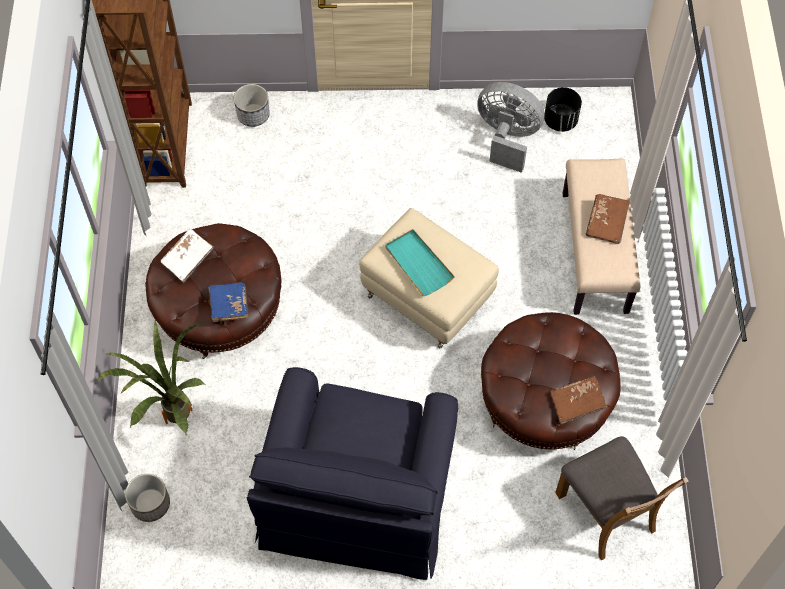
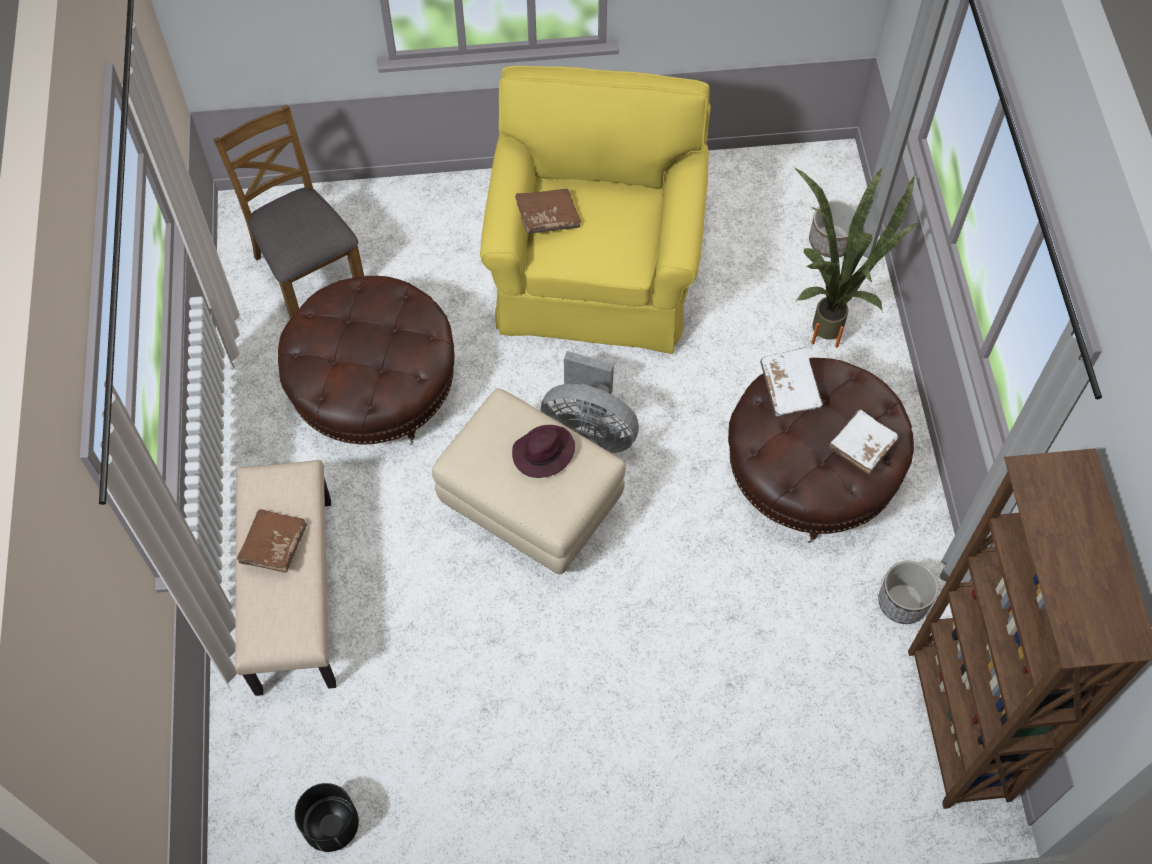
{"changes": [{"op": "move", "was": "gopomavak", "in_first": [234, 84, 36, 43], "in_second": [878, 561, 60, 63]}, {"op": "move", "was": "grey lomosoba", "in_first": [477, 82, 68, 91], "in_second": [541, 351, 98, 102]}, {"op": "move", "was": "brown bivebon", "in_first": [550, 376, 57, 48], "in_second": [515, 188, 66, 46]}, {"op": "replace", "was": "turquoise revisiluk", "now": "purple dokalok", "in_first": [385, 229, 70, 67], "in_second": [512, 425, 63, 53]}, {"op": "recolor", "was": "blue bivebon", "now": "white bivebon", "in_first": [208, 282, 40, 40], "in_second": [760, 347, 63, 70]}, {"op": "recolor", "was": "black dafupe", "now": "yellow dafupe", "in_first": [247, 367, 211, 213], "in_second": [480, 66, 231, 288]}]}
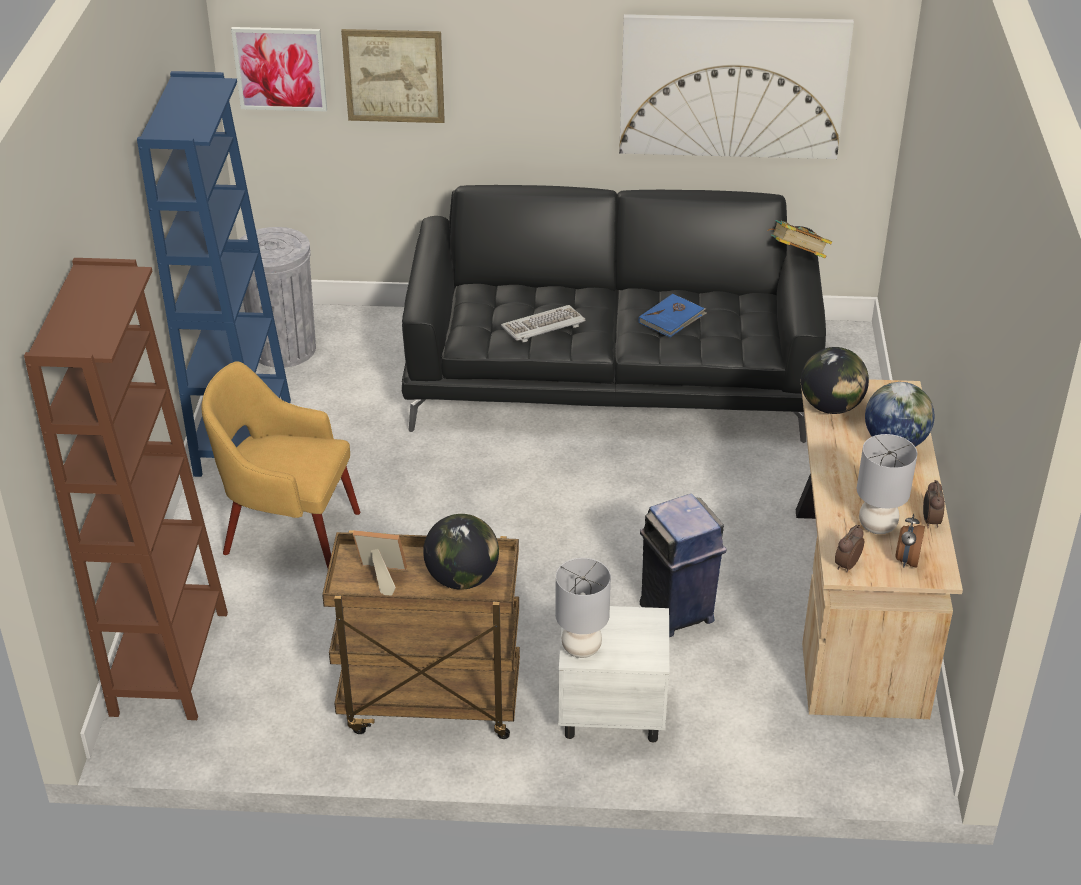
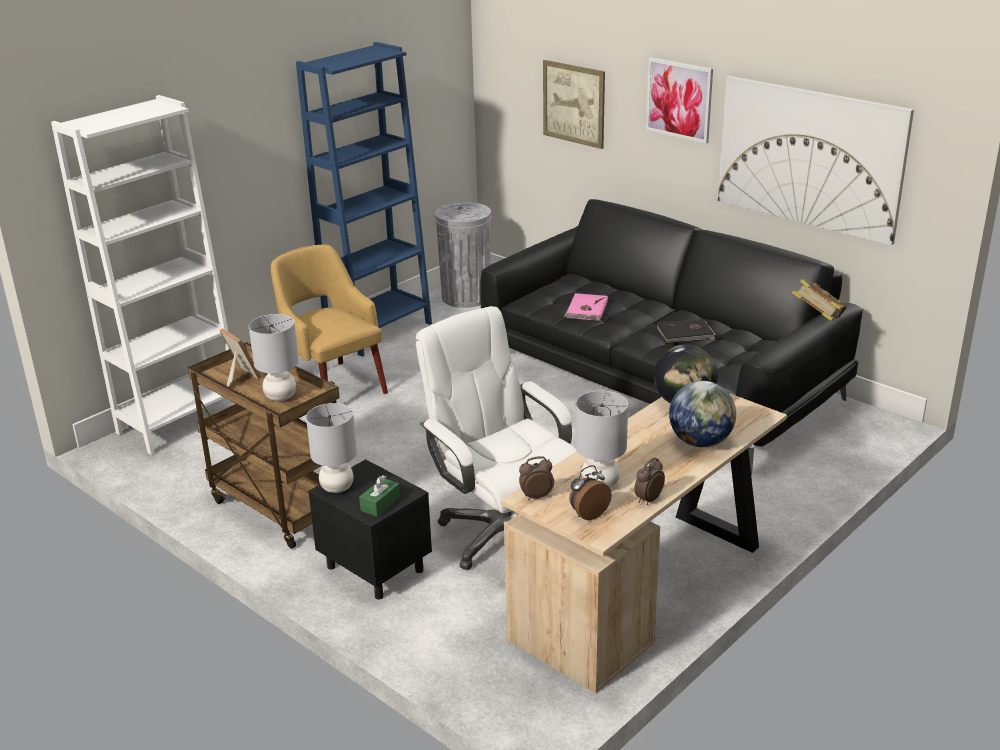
{"changes": [{"op": "insert", "now": "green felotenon", "in_second": [359, 475, 41, 42]}, {"op": "move", "was": "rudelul", "in_first": [231, 27, 96, 84], "in_second": [646, 58, 67, 86]}, {"op": "replace", "was": "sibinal", "now": "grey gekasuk", "in_first": [423, 514, 76, 76], "in_second": [249, 314, 50, 87]}, {"op": "replace", "was": "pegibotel", "now": "pink bivebon", "in_first": [501, 305, 84, 38], "in_second": [564, 293, 44, 28]}, {"op": "replace", "was": "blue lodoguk", "now": "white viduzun", "in_first": [640, 494, 87, 143], "in_second": [416, 306, 161, 264]}, {"op": "recolor", "was": "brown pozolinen", "now": "white pozolinen", "in_first": [24, 258, 204, 462], "in_second": [51, 95, 185, 360]}, {"op": "recolor", "was": "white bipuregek", "now": "black bipuregek", "in_first": [558, 606, 111, 136], "in_second": [308, 459, 124, 141]}, {"op": "recolor", "was": "blue bivebon", "now": "black bivebon", "in_first": [638, 294, 69, 43], "in_second": [657, 319, 59, 25]}]}
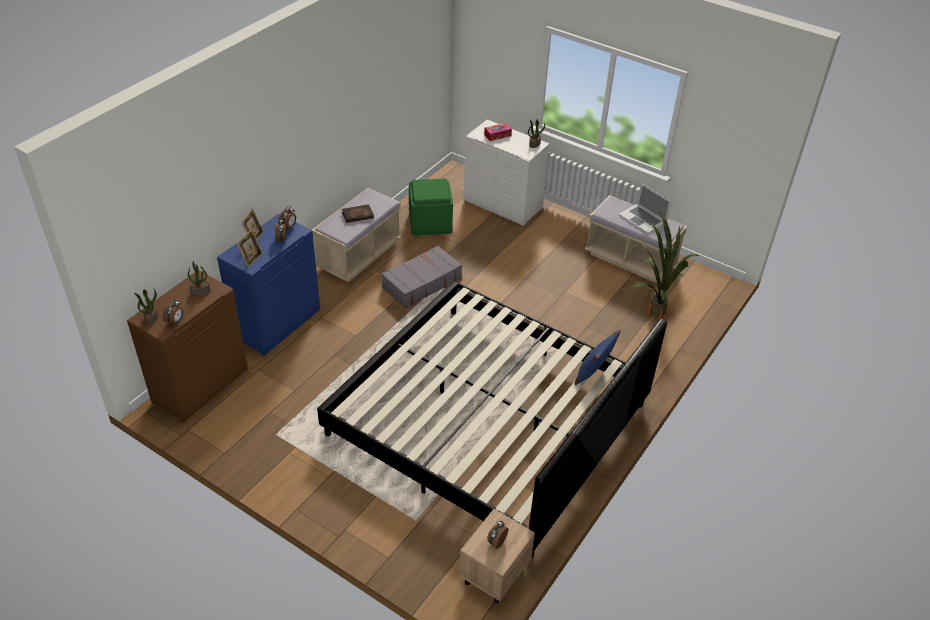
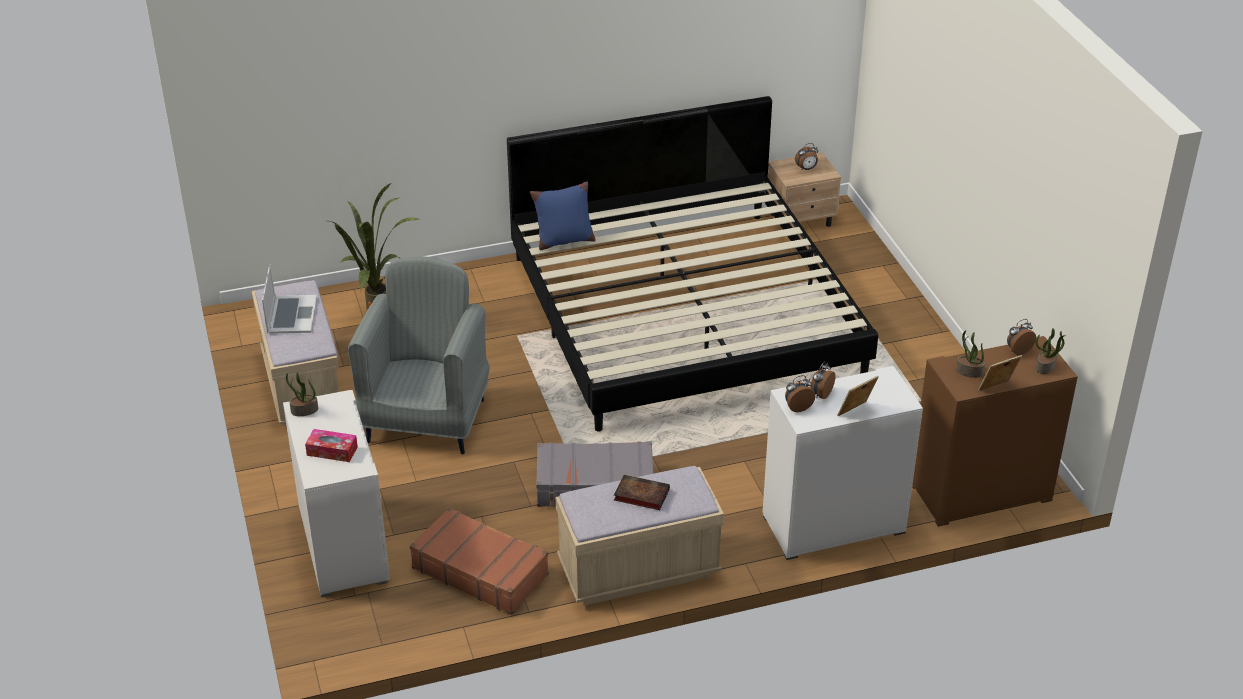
{"changes": [{"op": "insert", "now": "grey dafupe", "in_second": [348, 257, 142, 197]}, {"op": "move", "was": "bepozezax", "in_first": [237, 229, 26, 39], "in_second": [978, 355, 44, 36]}, {"op": "replace", "was": "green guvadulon", "now": "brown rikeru", "in_first": [409, 179, 44, 56], "in_second": [410, 507, 139, 108]}, {"op": "recolor", "was": "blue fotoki", "now": "white fotoki", "in_first": [217, 214, 103, 142], "in_second": [763, 366, 160, 194]}]}
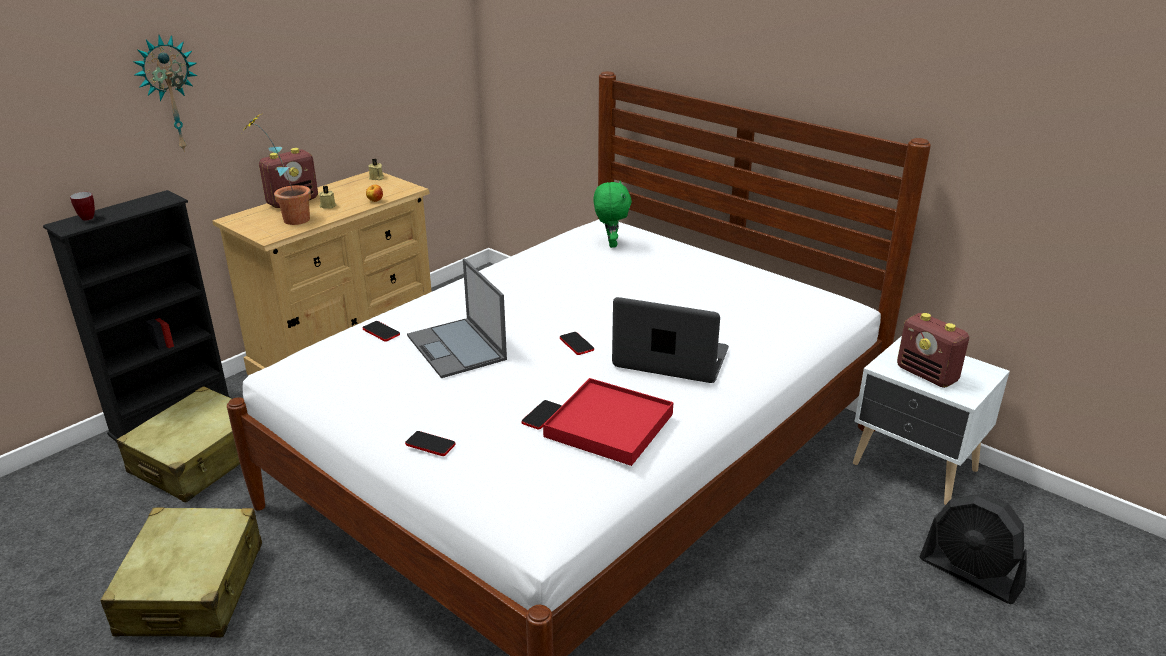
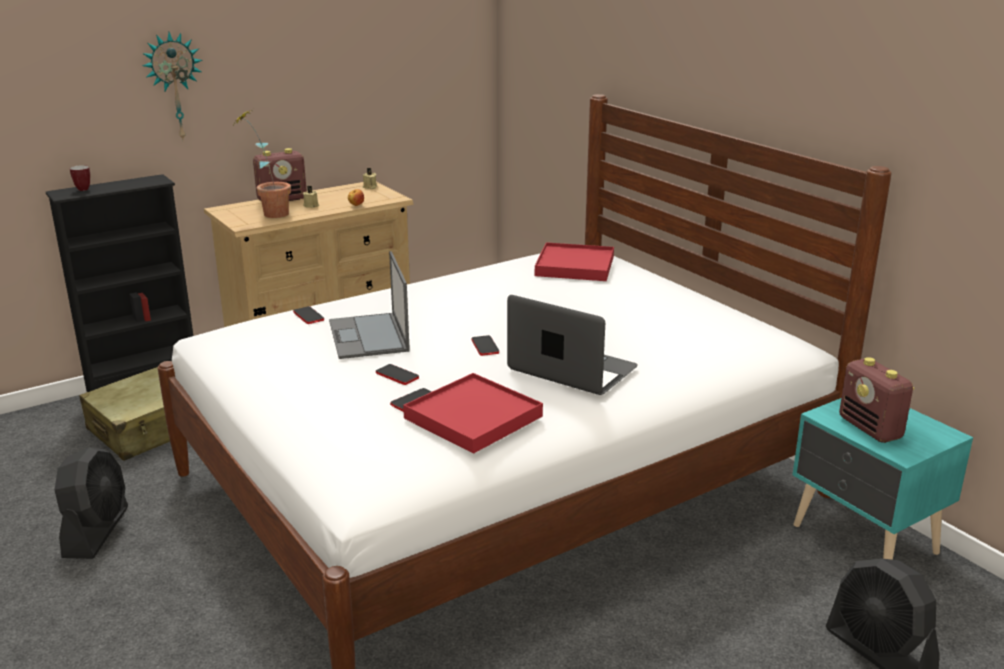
{"changes": [{"op": "move", "was": "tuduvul", "in_first": [405, 431, 51, 25], "in_second": [376, 364, 43, 21]}, {"op": "replace", "was": "beige rikeru", "now": "black lomosoba", "in_first": [101, 507, 161, 131], "in_second": [55, 447, 73, 112]}, {"op": "replace", "was": "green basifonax", "now": "red revisiluk", "in_first": [593, 181, 39, 67], "in_second": [535, 242, 79, 39]}, {"op": "recolor", "was": "white bipuregek", "now": "turquoise bipuregek", "in_first": [853, 336, 157, 169], "in_second": [793, 398, 180, 162]}]}
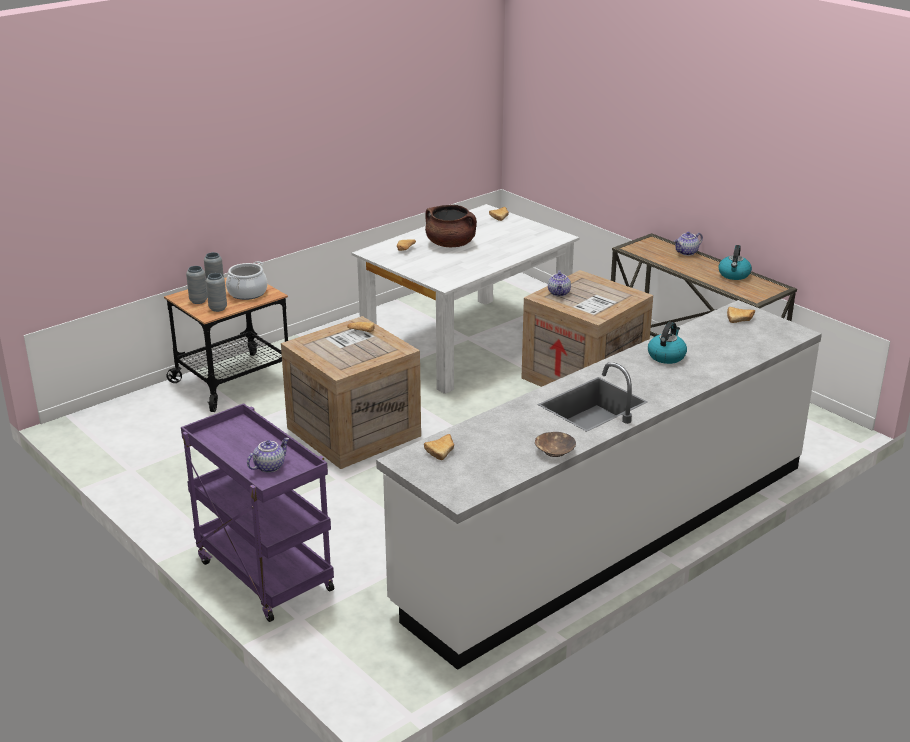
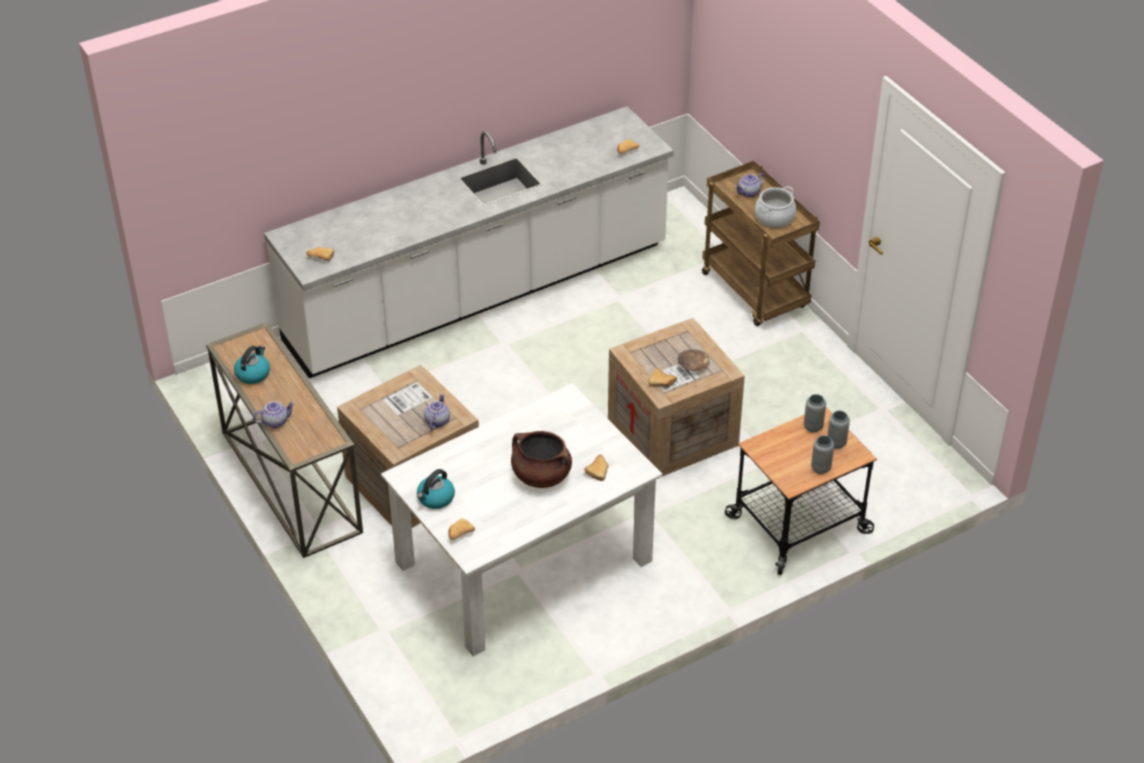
{"changes": [{"op": "move", "was": "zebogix", "in_first": [226, 261, 41, 39], "in_second": [755, 186, 41, 42]}, {"op": "move", "was": "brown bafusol", "in_first": [535, 432, 41, 25], "in_second": [678, 350, 32, 21]}, {"op": "move", "was": "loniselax", "in_first": [648, 322, 39, 42], "in_second": [417, 469, 38, 40]}, {"op": "recolor", "was": "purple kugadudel", "now": "brown kugadudel", "in_first": [181, 403, 153, 219], "in_second": [702, 161, 118, 165]}]}
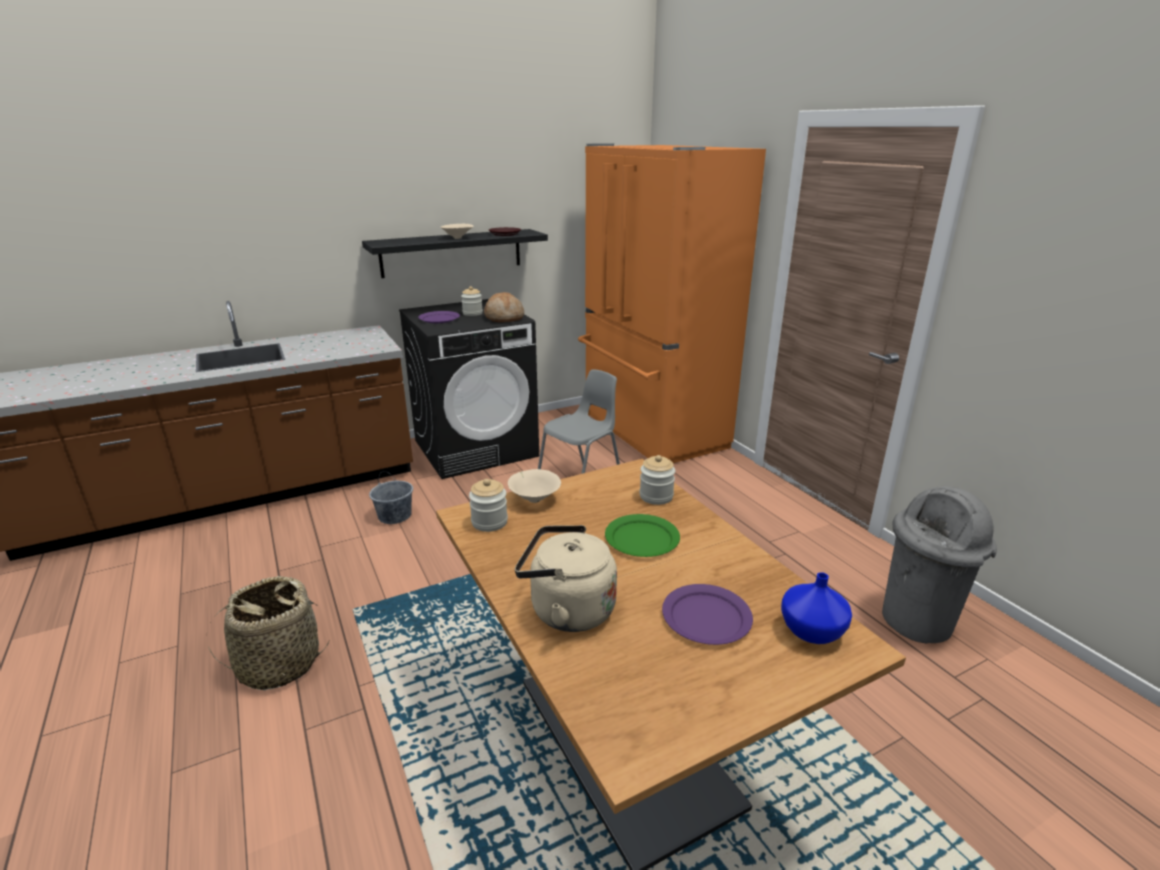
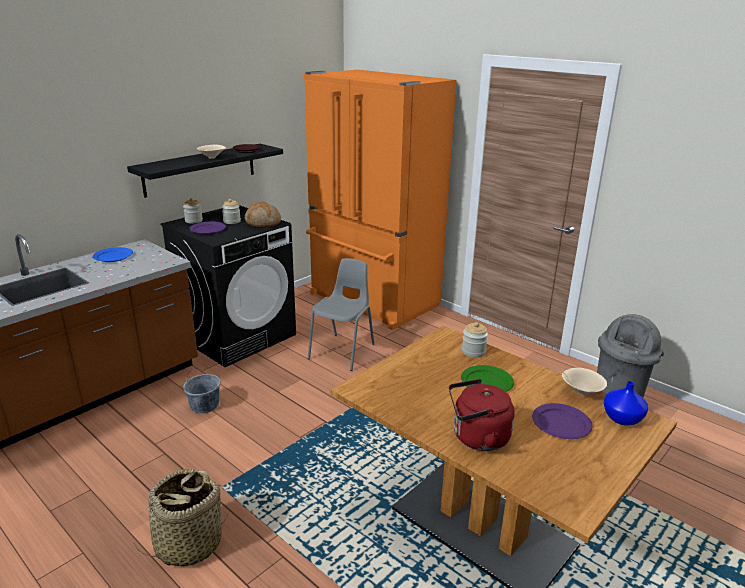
{"changes": [{"op": "insert", "now": "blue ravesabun", "in_second": [93, 247, 40, 15]}, {"op": "move", "was": "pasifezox", "in_first": [469, 479, 39, 53], "in_second": [183, 198, 20, 25]}, {"op": "move", "was": "beige bafusol", "in_first": [508, 469, 53, 34], "in_second": [562, 368, 45, 27]}, {"op": "recolor", "was": "beige loniselax", "now": "red loniselax", "in_first": [515, 525, 102, 107], "in_second": [449, 379, 66, 72]}]}
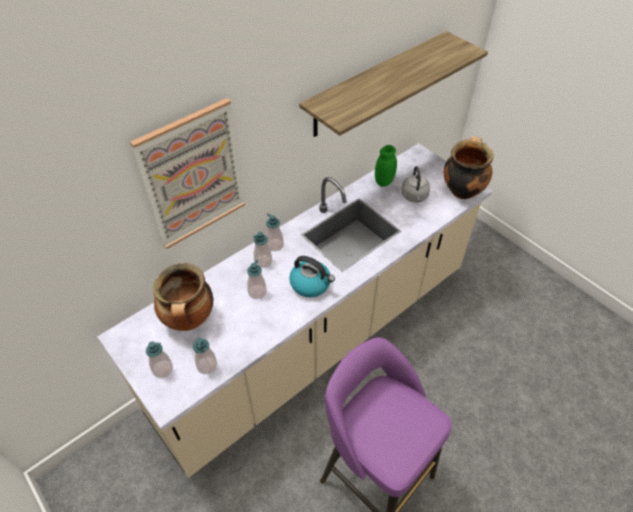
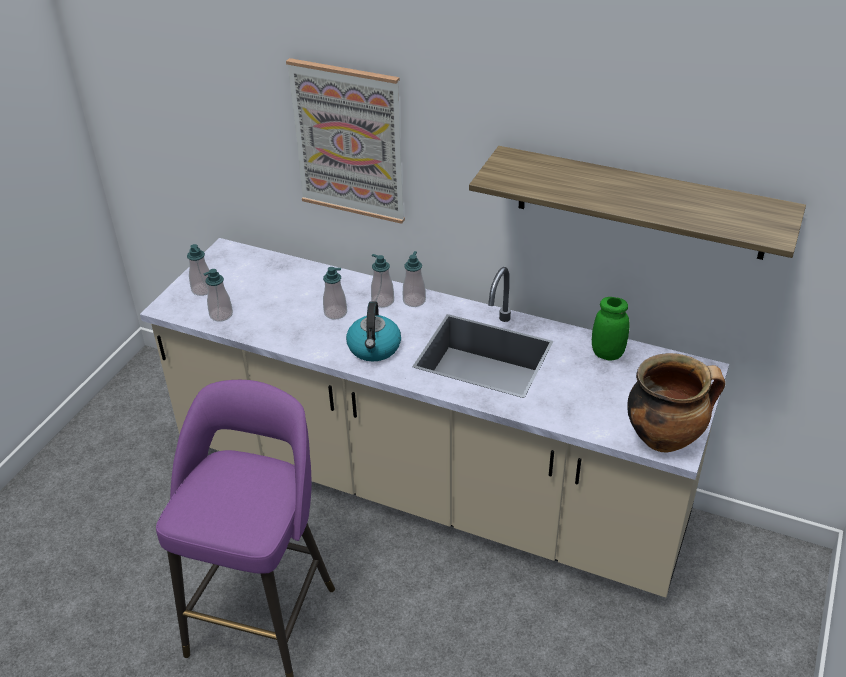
{"changes": [{"op": "delete", "was": "zebogix", "in_first": [153, 263, 60, 68]}, {"op": "delete", "was": "grey loniselax", "in_first": [402, 166, 28, 37]}]}
